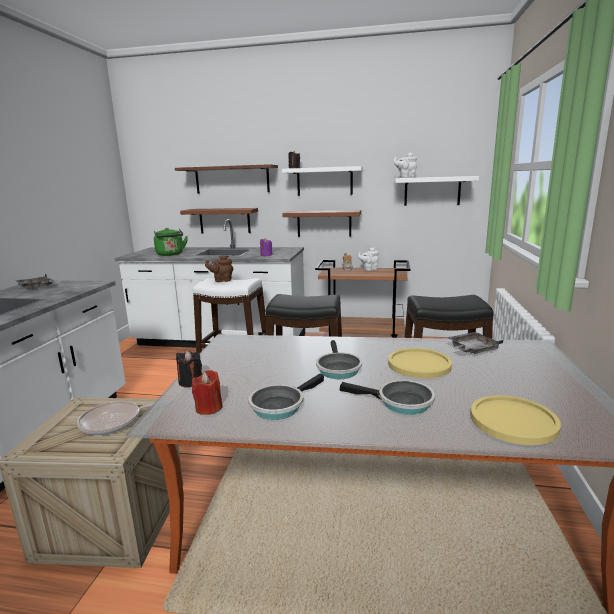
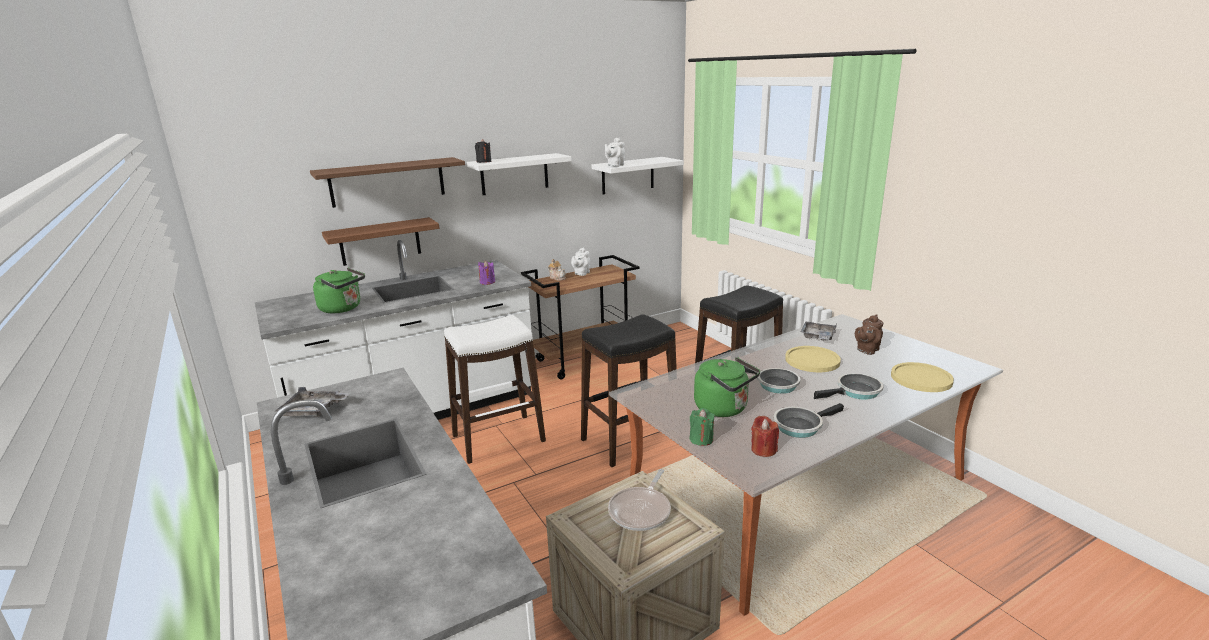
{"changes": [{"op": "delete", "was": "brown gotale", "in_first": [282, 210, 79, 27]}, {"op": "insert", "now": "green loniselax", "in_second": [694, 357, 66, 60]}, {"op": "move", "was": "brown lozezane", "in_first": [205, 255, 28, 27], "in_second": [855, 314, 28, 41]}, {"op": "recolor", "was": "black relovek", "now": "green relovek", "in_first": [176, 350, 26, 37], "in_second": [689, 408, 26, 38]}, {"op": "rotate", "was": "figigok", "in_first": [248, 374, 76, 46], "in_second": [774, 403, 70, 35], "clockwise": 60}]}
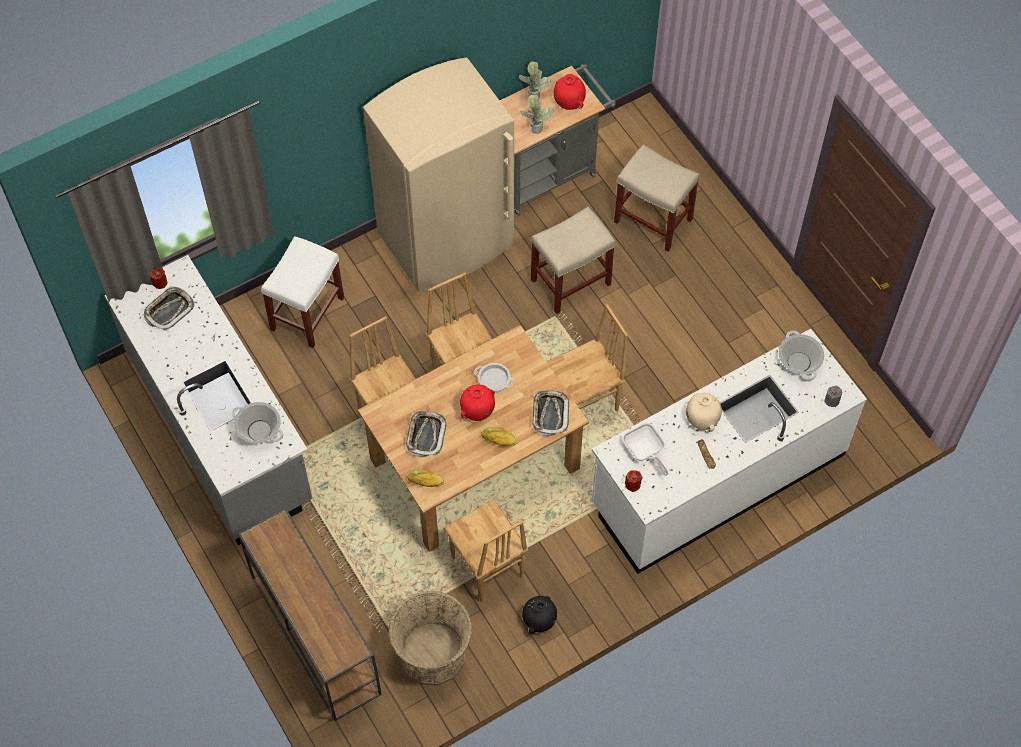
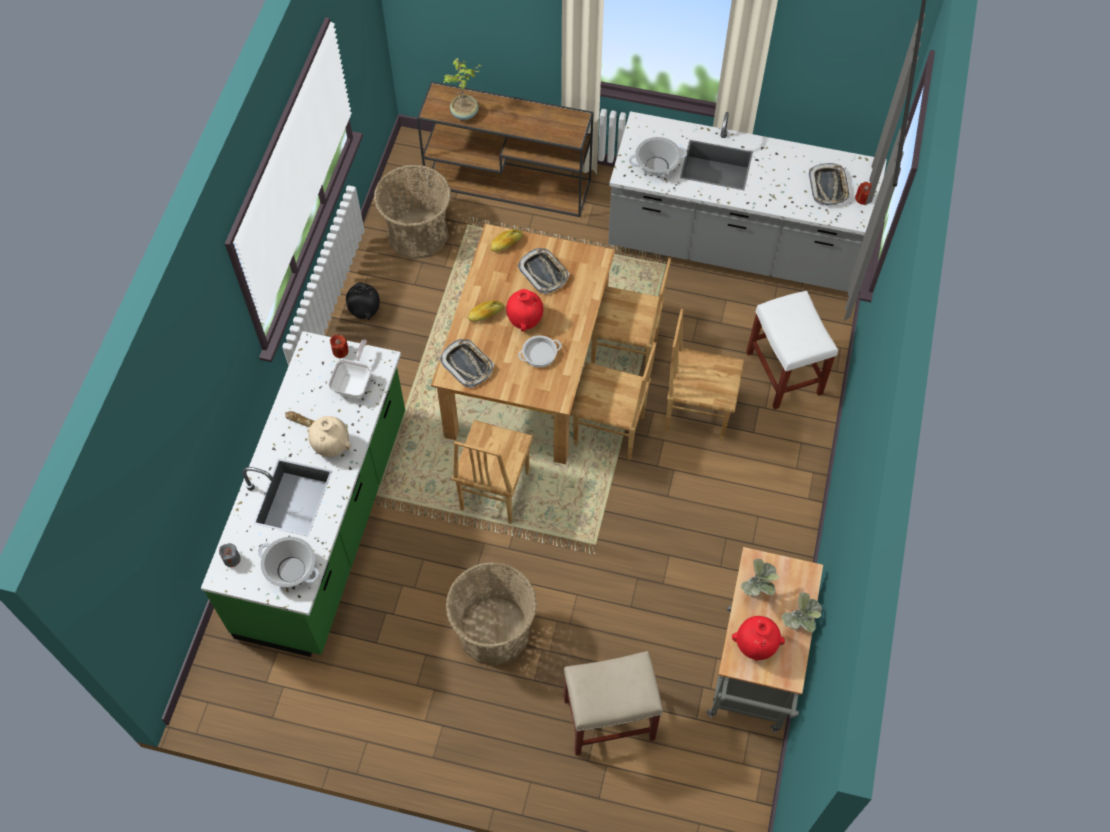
{"changes": [{"op": "delete", "was": "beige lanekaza", "in_first": [363, 58, 151, 234]}, {"op": "delete", "was": "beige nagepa", "in_first": [531, 207, 85, 107]}, {"op": "insert", "now": "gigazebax", "in_second": [443, 58, 39, 62]}, {"op": "insert", "now": "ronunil", "in_second": [446, 562, 91, 104]}, {"op": "move", "was": "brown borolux", "in_first": [444, 499, 84, 103], "in_second": [665, 309, 79, 133]}, {"op": "recolor", "was": "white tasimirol", "now": "green tasimirol", "in_first": [592, 329, 275, 245], "in_second": [201, 331, 204, 326]}, {"op": "rotate", "was": "figigok", "in_first": [623, 422, 46, 54], "in_second": [328, 339, 44, 59], "clockwise": 90}]}
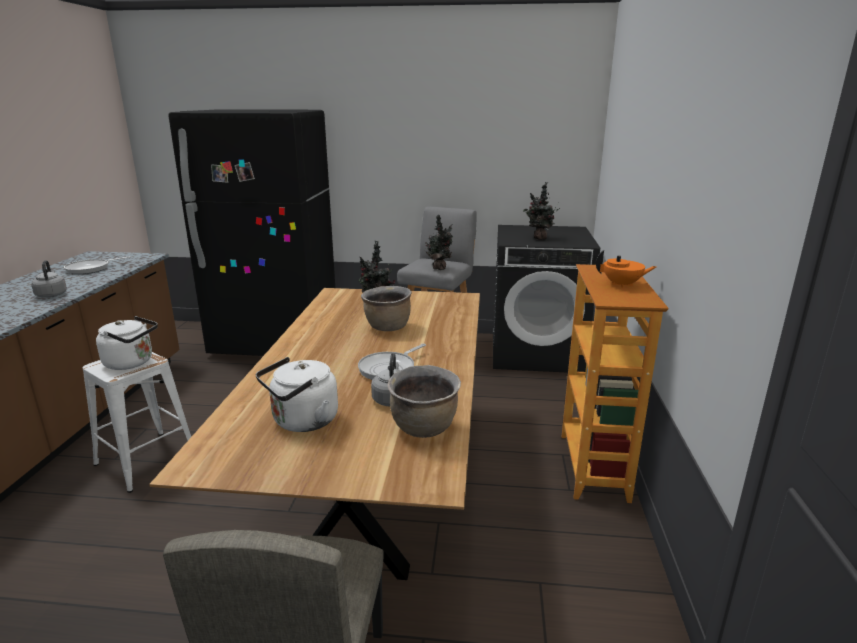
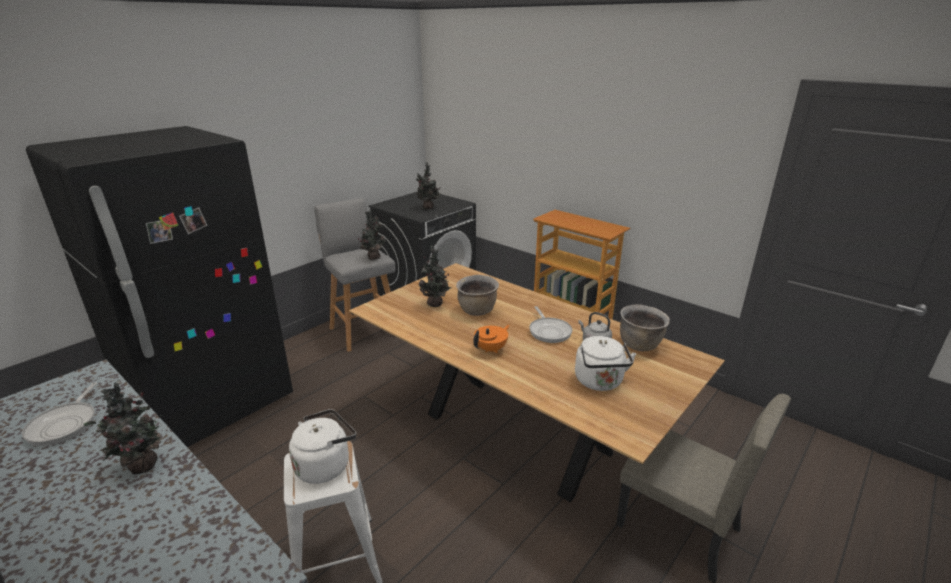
{"changes": [{"op": "move", "was": "orange lozezane", "in_first": [596, 250, 60, 38], "in_second": [473, 325, 37, 28]}, {"op": "replace", "was": "grey loniselax", "now": "gigazebax", "in_first": [31, 260, 36, 38], "in_second": [84, 379, 79, 96]}]}
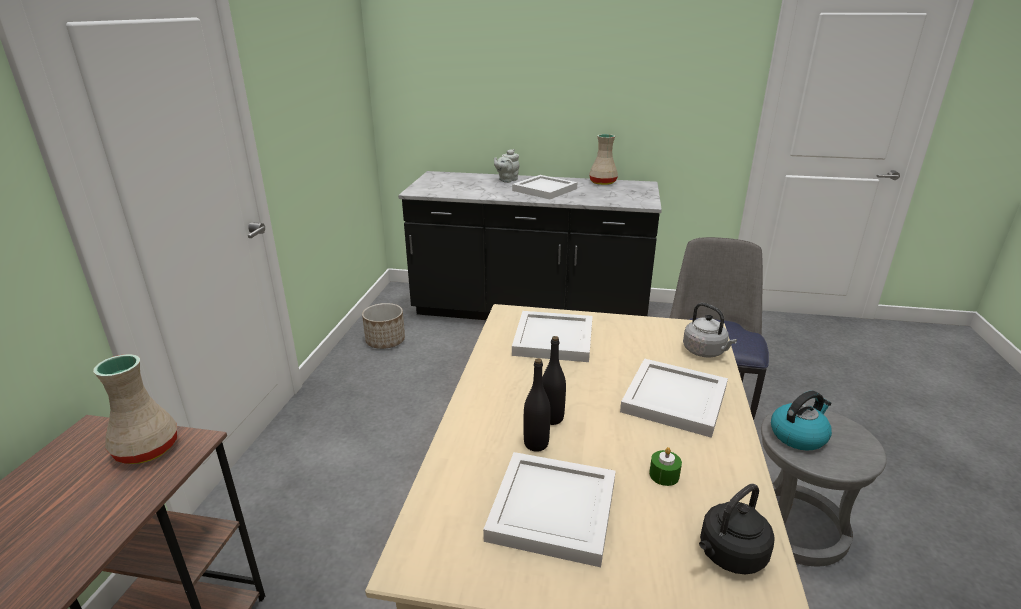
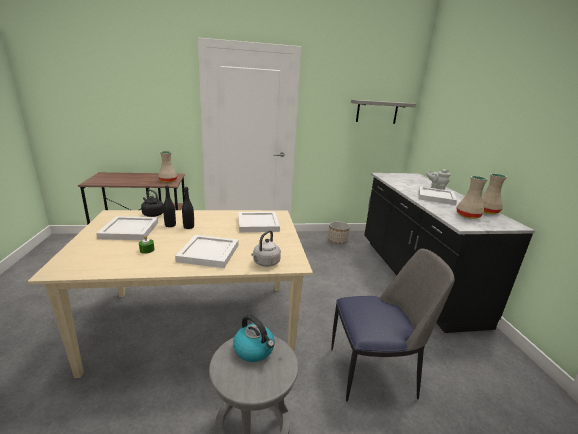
{"changes": [{"op": "insert", "now": "grey gotale", "in_second": [351, 100, 65, 24]}, {"op": "insert", "now": "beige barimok", "in_second": [457, 176, 31, 43]}, {"op": "move", "was": "black loniselax", "in_first": [699, 484, 76, 91], "in_second": [141, 189, 23, 28]}]}
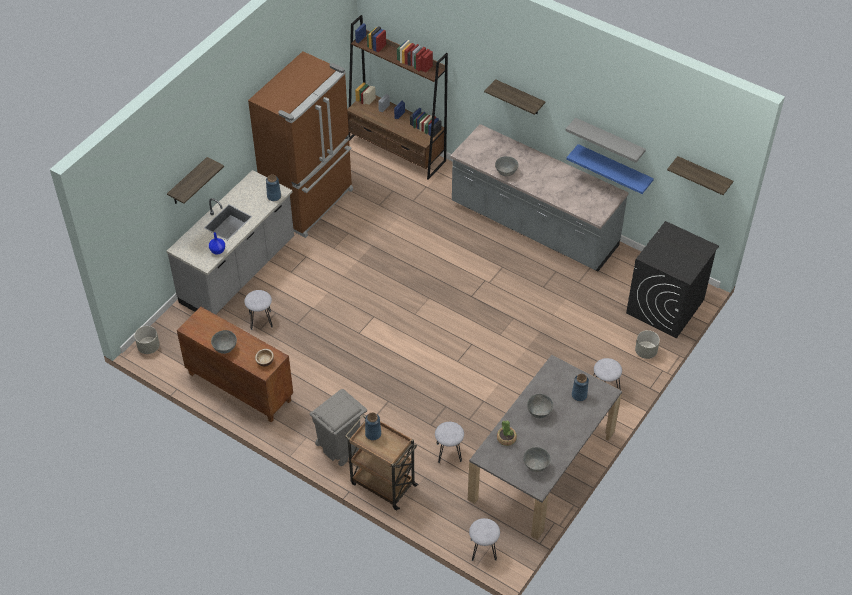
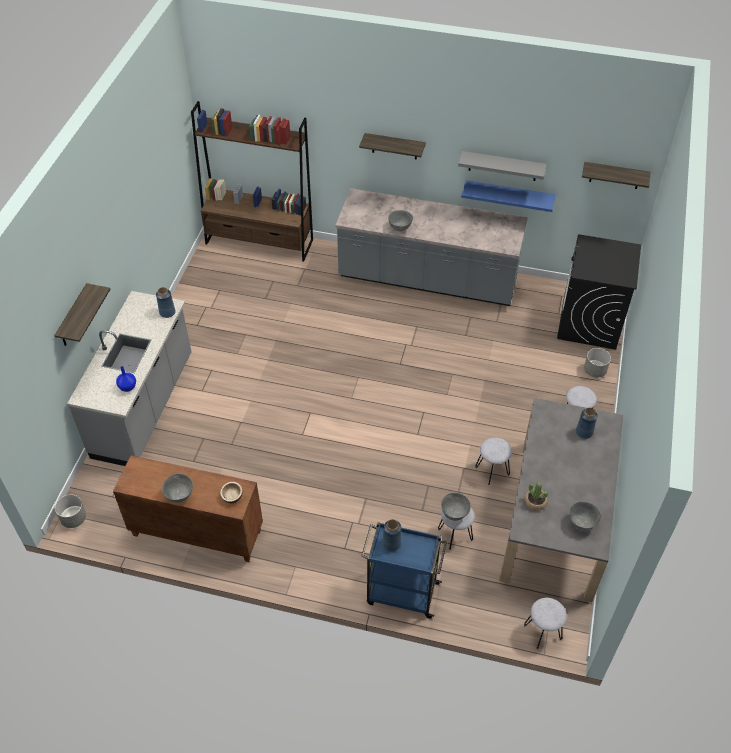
{"changes": [{"op": "delete", "was": "brown lanekaza", "in_first": [248, 51, 105, 187]}, {"op": "delete", "was": "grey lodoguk", "in_first": [310, 389, 57, 77]}, {"op": "move", "was": "grey nagepa", "in_first": [244, 290, 29, 40], "in_second": [475, 437, 37, 48]}, {"op": "move", "was": "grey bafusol", "in_first": [527, 394, 27, 24], "in_second": [441, 493, 30, 28]}, {"op": "recolor", "was": "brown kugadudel", "now": "blue kugadudel", "in_first": [345, 415, 74, 95], "in_second": [362, 522, 85, 97]}]}
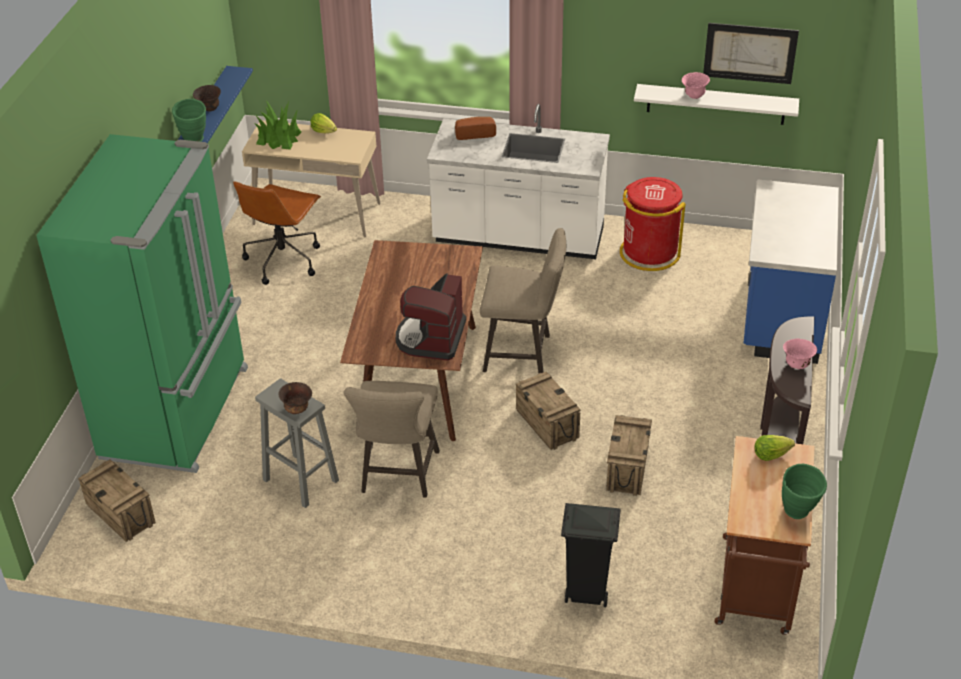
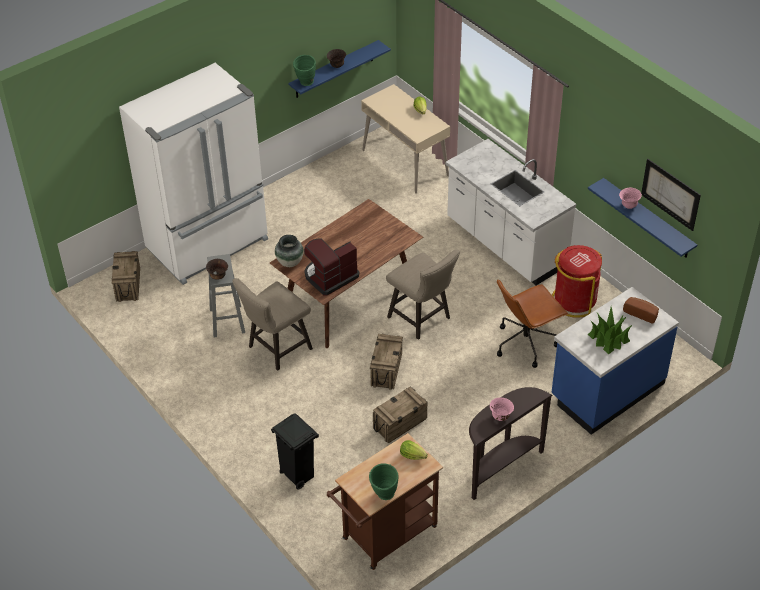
{"changes": [{"op": "insert", "now": "barimok", "in_second": [275, 235, 29, 32]}, {"op": "move", "was": "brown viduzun", "in_first": [233, 181, 88, 104], "in_second": [497, 279, 71, 89]}, {"op": "move", "was": "gigazebax", "in_first": [254, 101, 47, 49], "in_second": [588, 307, 44, 47]}, {"op": "move", "was": "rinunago", "in_first": [455, 117, 41, 23], "in_second": [623, 297, 36, 26]}, {"op": "recolor", "was": "green lanekaza", "now": "white lanekaza", "in_first": [36, 134, 212, 339], "in_second": [119, 63, 149, 222]}, {"op": "recolor", "was": "white gotale", "now": "blue gotale", "in_first": [634, 84, 165, 41], "in_second": [588, 178, 109, 80]}]}
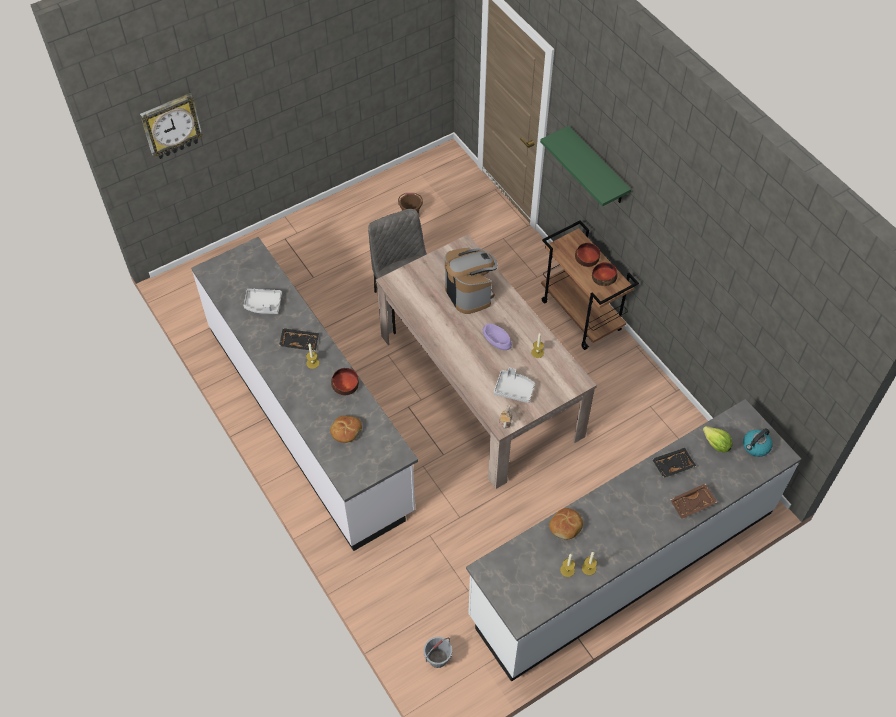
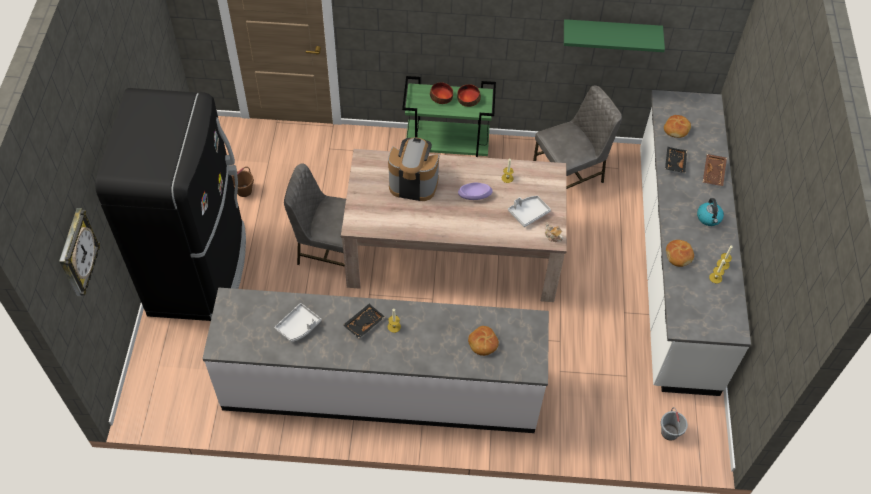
{"changes": [{"op": "delete", "was": "bafusol", "in_first": [331, 368, 28, 27]}, {"op": "insert", "now": "black lanekaza", "in_second": [95, 88, 151, 233]}, {"op": "insert", "now": "grey borolux", "in_second": [533, 85, 89, 104]}, {"op": "move", "was": "green gotale", "in_first": [540, 126, 91, 81], "in_second": [564, 19, 101, 33]}, {"op": "move", "was": "loniselax", "in_first": [743, 428, 30, 29], "in_second": [697, 198, 27, 28]}, {"op": "replace", "was": "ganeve", "now": "rinunago", "in_first": [703, 426, 30, 27], "in_second": [664, 115, 27, 23]}, {"op": "recolor", "was": "brown kugadudel", "now": "green kugadudel", "in_first": [541, 220, 98, 130], "in_second": [402, 76, 94, 81]}]}
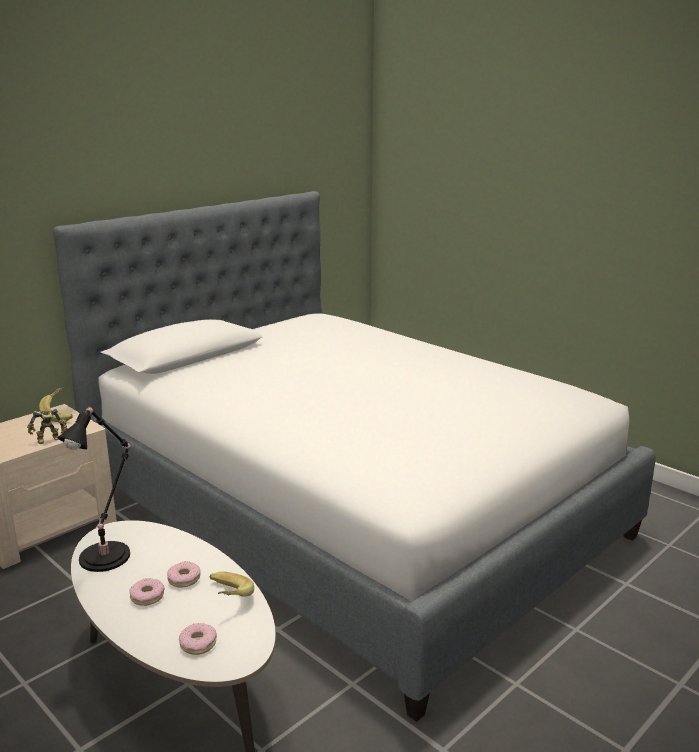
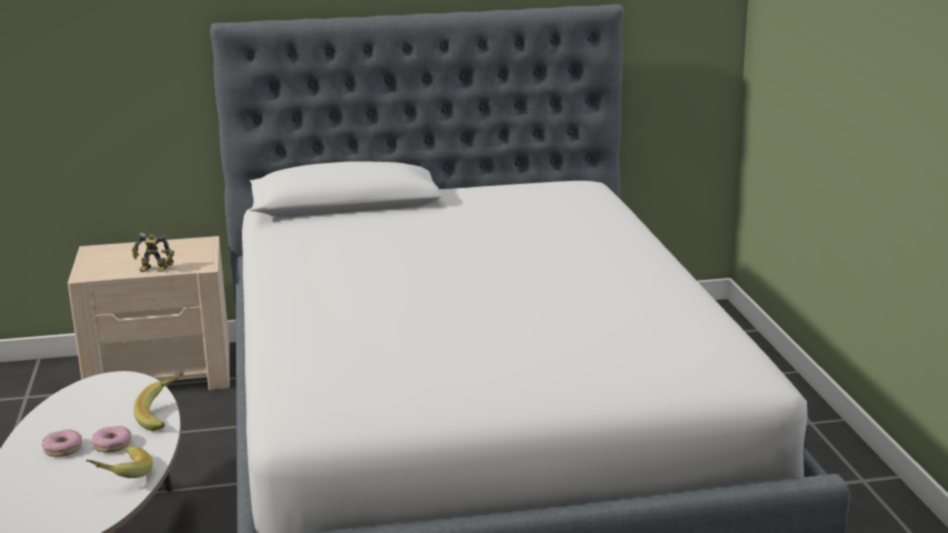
{"changes": [{"op": "delete", "was": "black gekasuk", "in_first": [57, 406, 74, 166]}, {"op": "delete", "was": "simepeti", "in_first": [179, 623, 38, 32]}, {"op": "move", "was": "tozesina", "in_first": [39, 386, 34, 36], "in_second": [133, 373, 51, 58]}]}
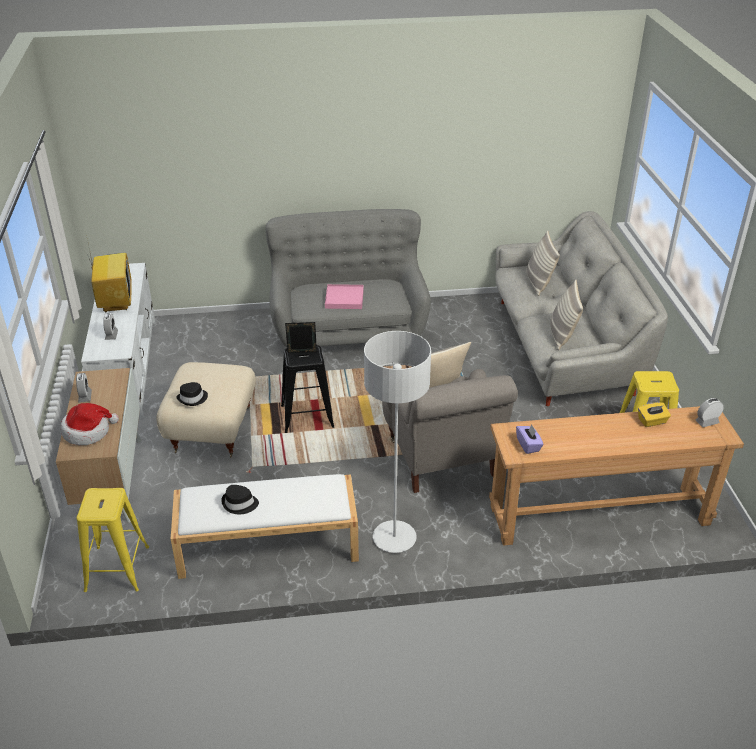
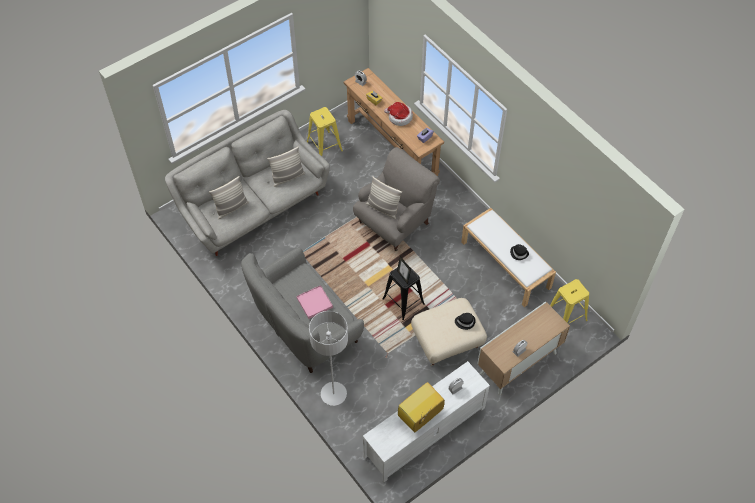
{"changes": [{"op": "move", "was": "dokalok", "in_first": [61, 403, 58, 42], "in_second": [384, 102, 29, 24]}, {"op": "move", "was": "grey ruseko", "in_first": [364, 331, 67, 222], "in_second": [309, 311, 39, 95]}]}
